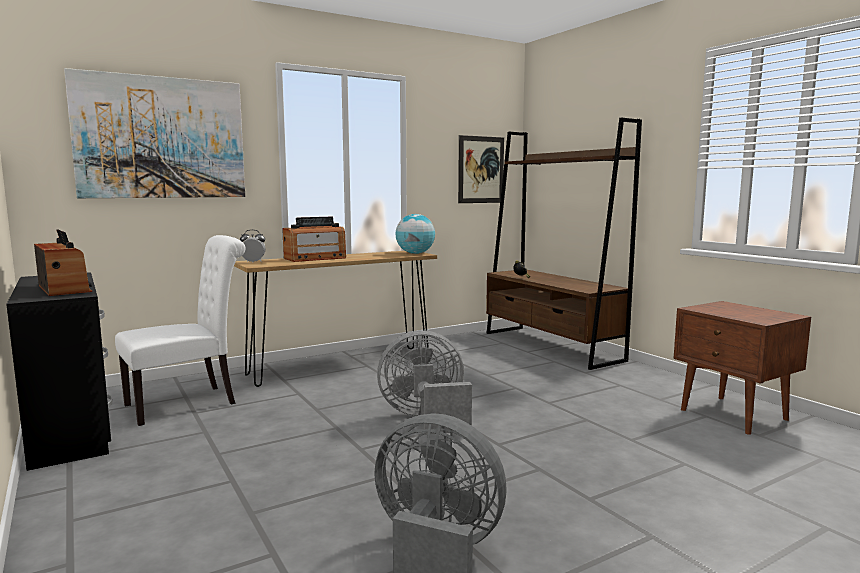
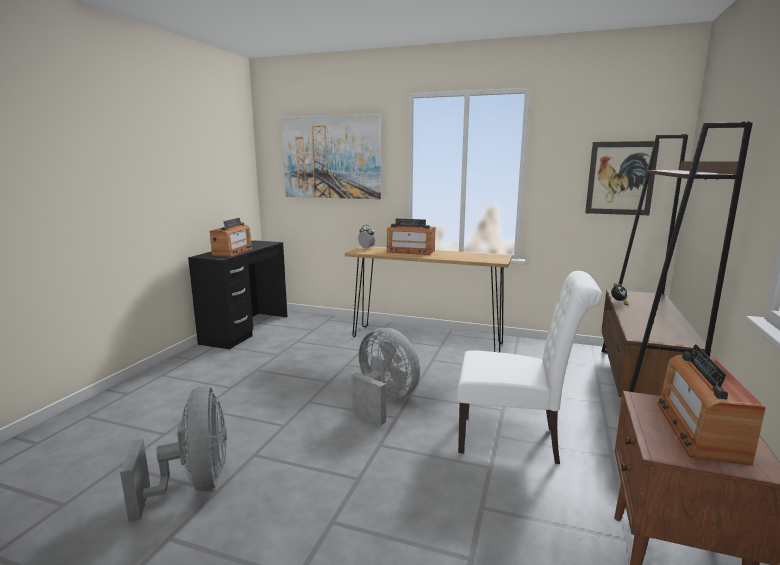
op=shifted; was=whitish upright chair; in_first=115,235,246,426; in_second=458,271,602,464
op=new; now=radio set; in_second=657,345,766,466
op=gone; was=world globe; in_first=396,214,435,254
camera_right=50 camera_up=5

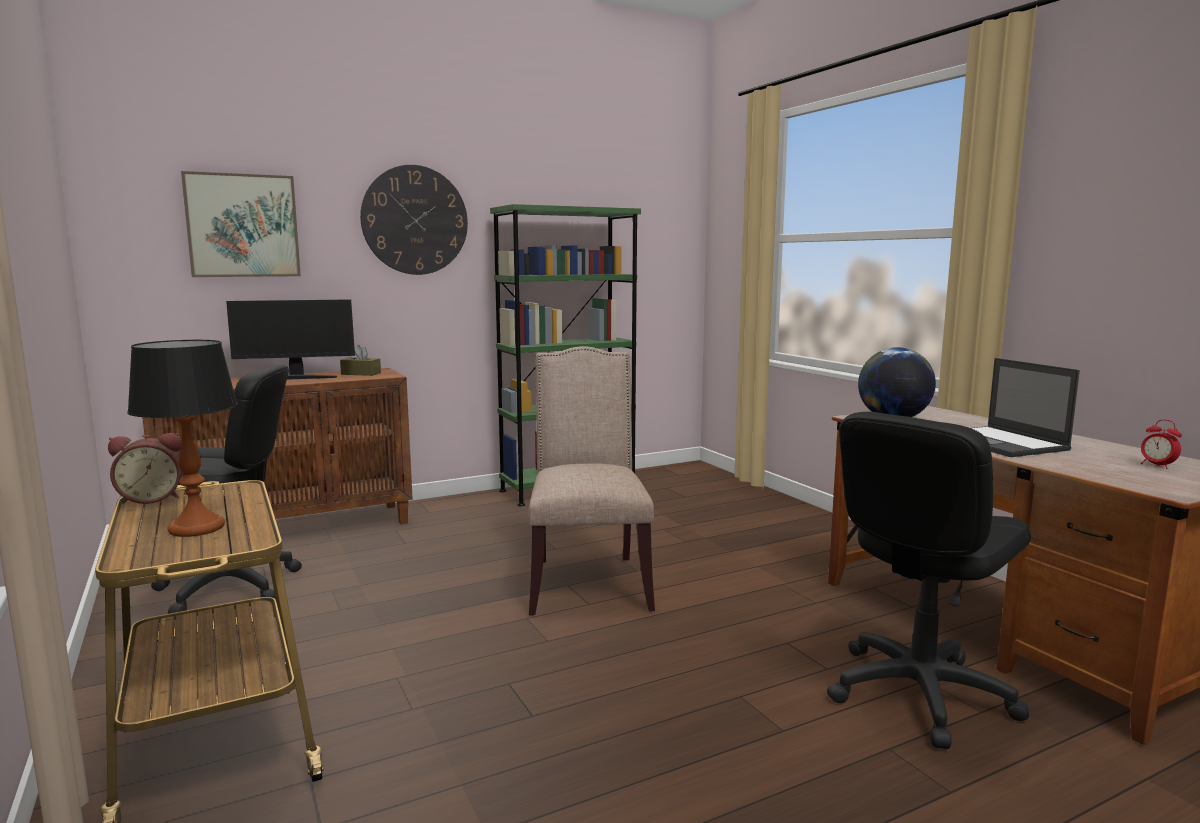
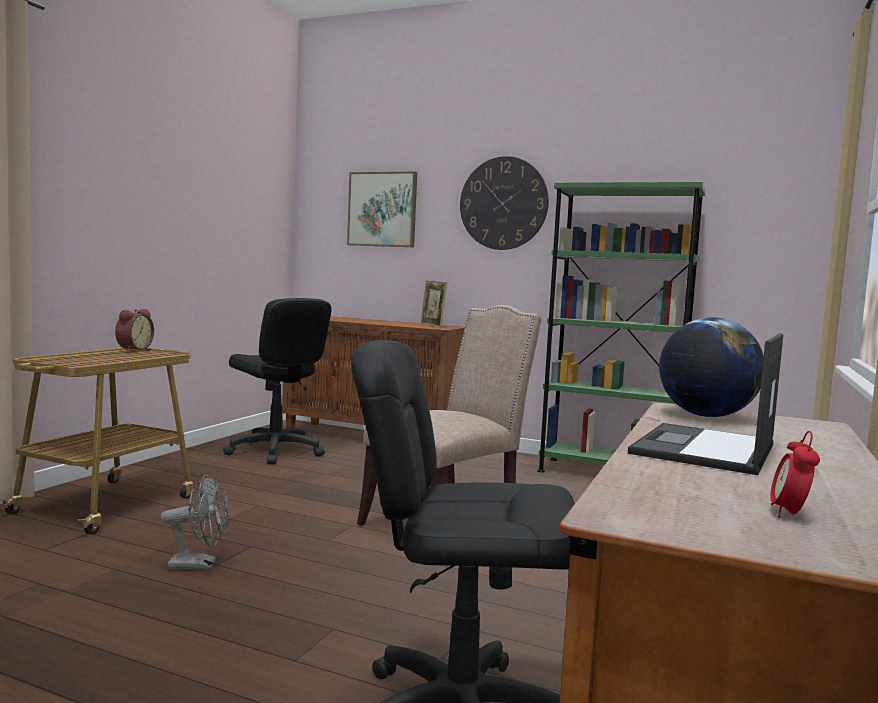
op=rotated; was=table clock; in_first=108,433,184,504; in_second=115,309,154,351; clockwise=-105
op=new; now=grey cooling fan; in_second=160,475,229,570
op=swapped; was=brown-coloured box of tissues; now=standing frame; in_first=340,345,381,376; in_second=420,280,448,328
op=gone; was=table lamp; in_first=127,340,238,537
op=gone; was=monitor; in_first=226,299,355,380
camera_right=50 camera_up=-5

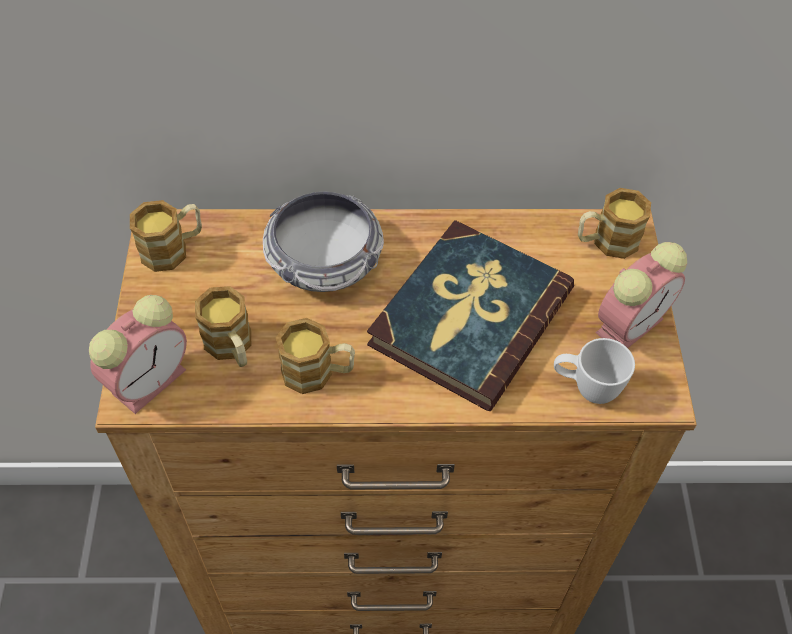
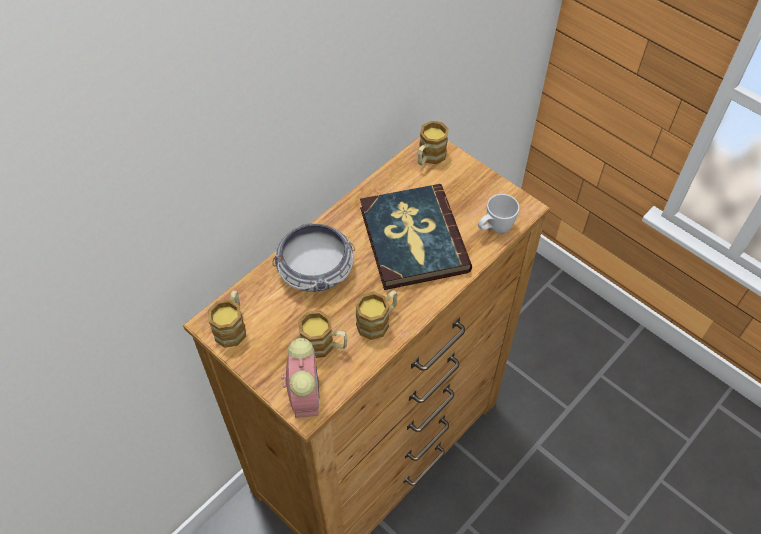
op=gone; was=table clock; in_first=596,242,687,348
camera_right=-45 camera_up=0

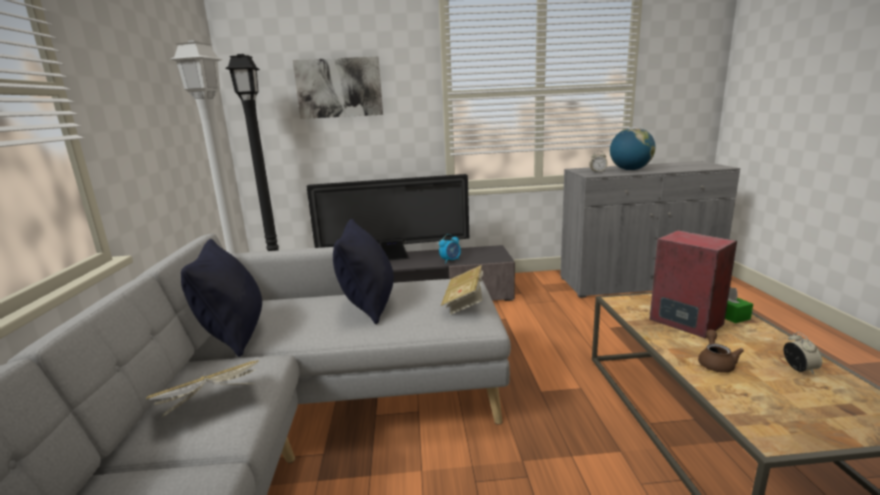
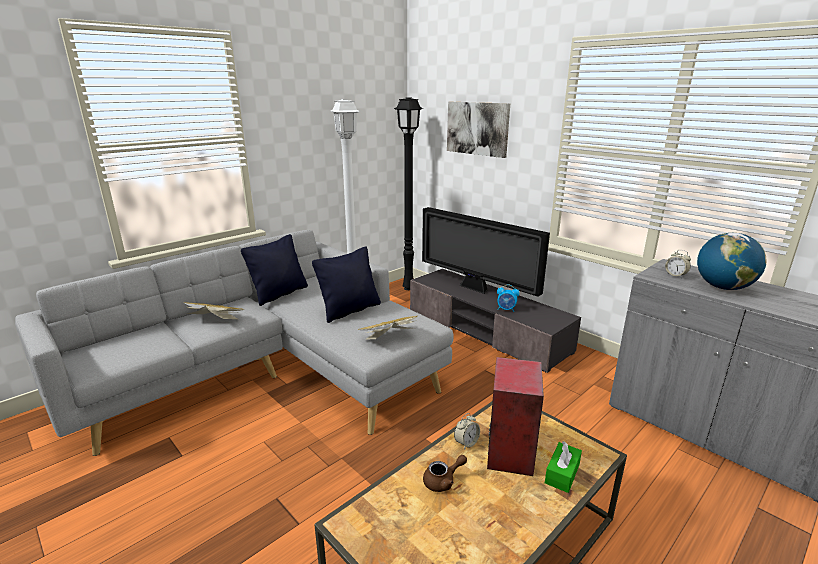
op=shifted; was=table clock; in_first=784,332,822,374; in_second=454,413,480,450
camera_right=50 camera_up=5

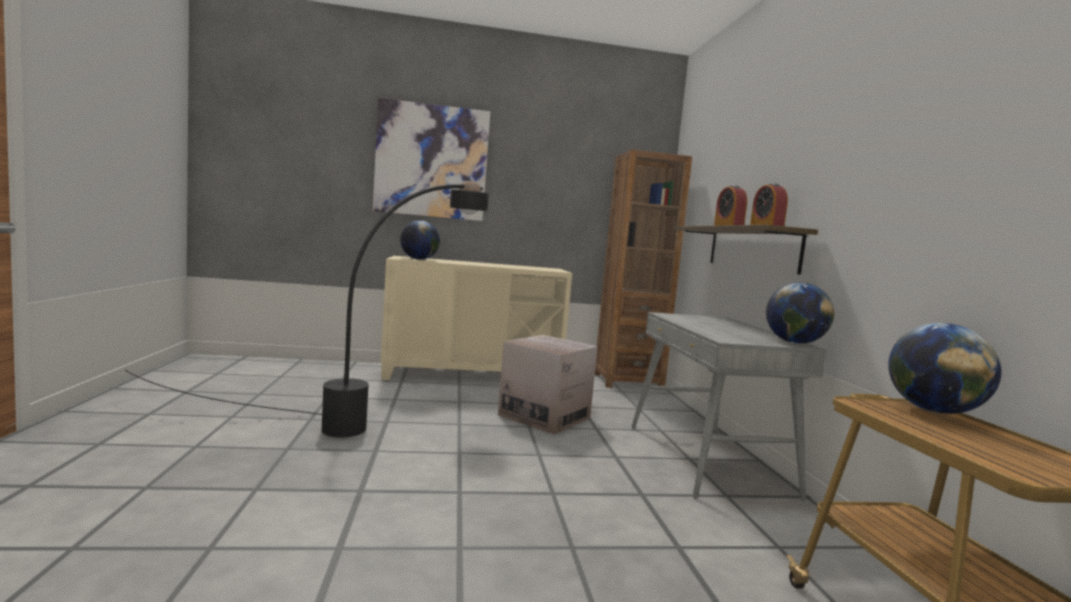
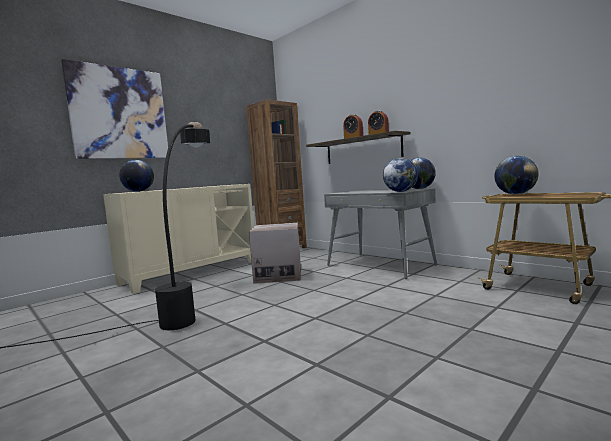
op=new; now=world globe; in_second=383,158,418,192
camera_right=-35 camera_up=0

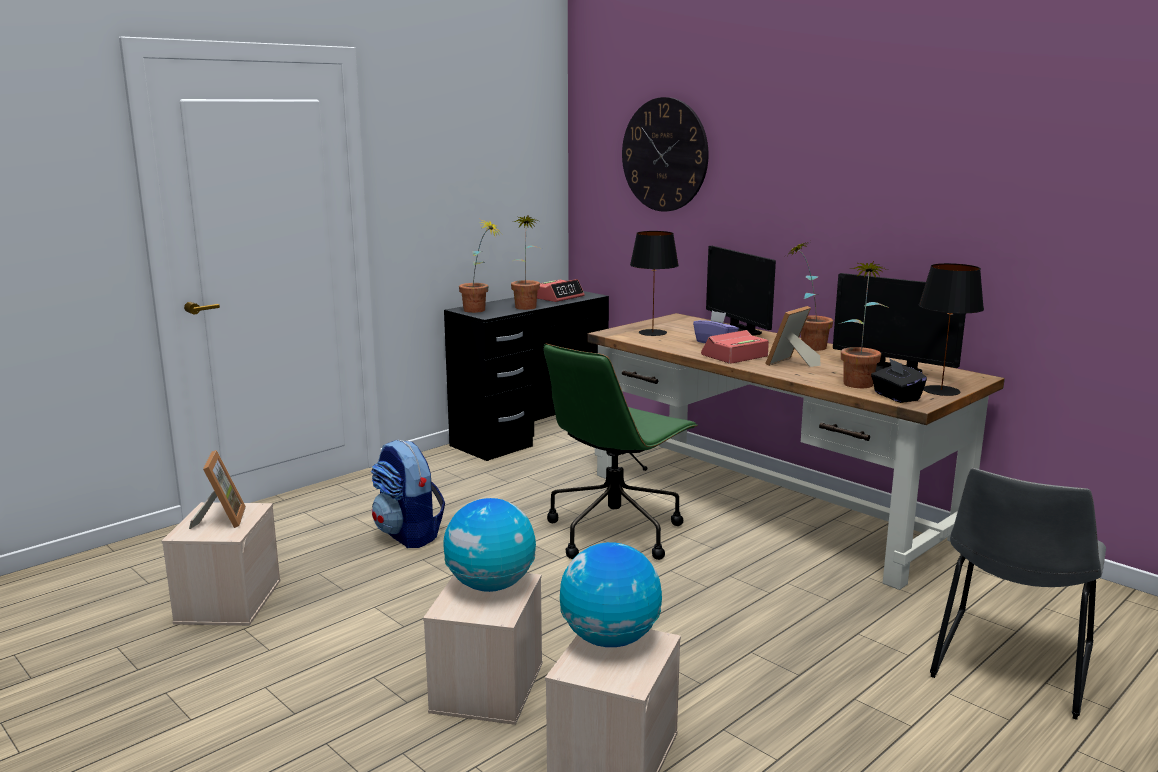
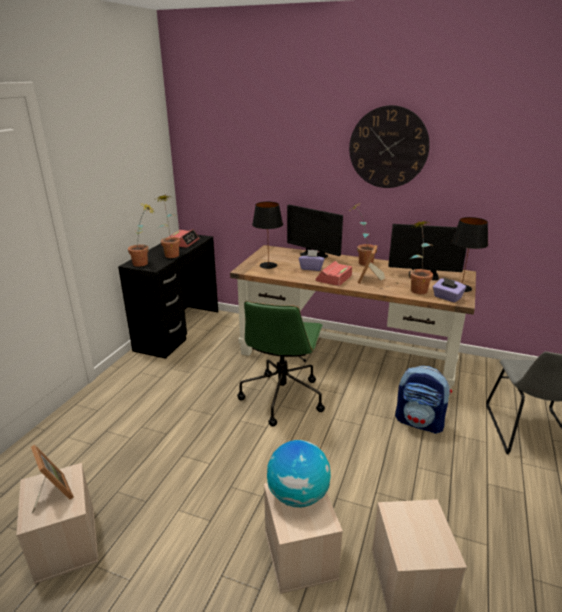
op=shifted; was=wall clock; in_first=622,97,709,212; in_second=349,105,430,188
op=shifted; was=backpack; in_first=371,439,445,548; in_second=395,366,452,434
op=repainted; was=black-coloured box of tissues; now=purplish box of tissues; in_first=871,358,927,403; in_second=433,277,466,303
op=gone; was=world globe; in_first=560,542,662,647
camera_right=-25 camera_up=10

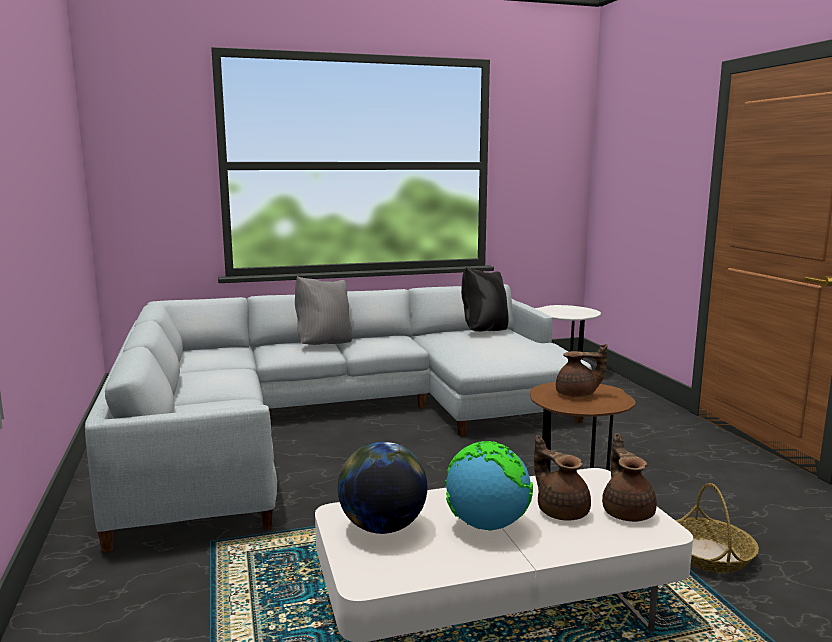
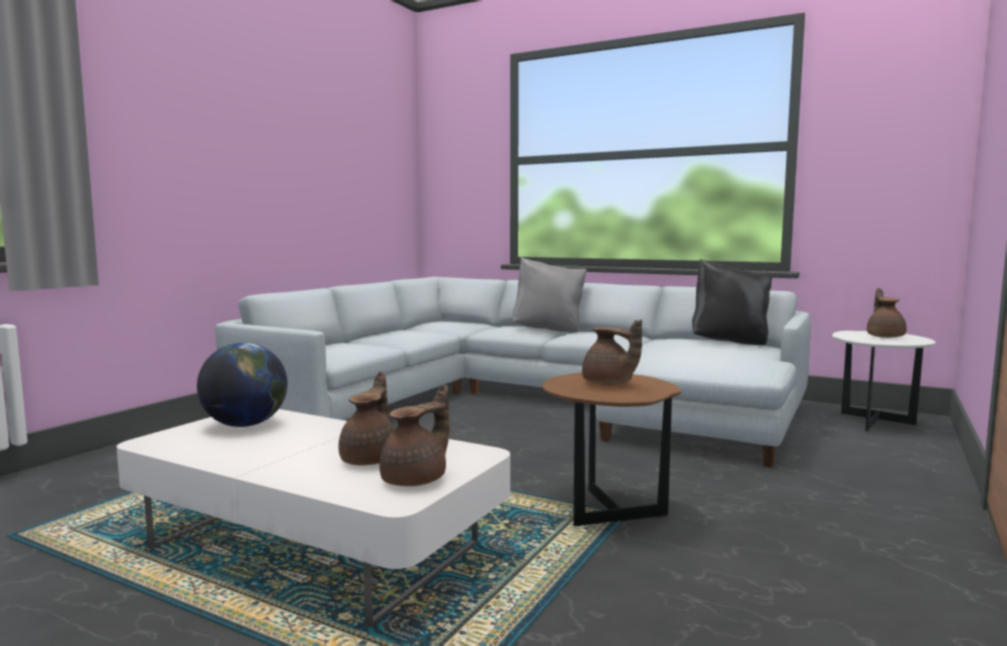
op=new; now=brown-coloured pot for tea; in_second=867,288,907,338
op=gone; was=world globe; in_first=445,441,533,531
op=gone; was=basket; in_first=675,483,759,573
camera_right=45 camera_up=-5

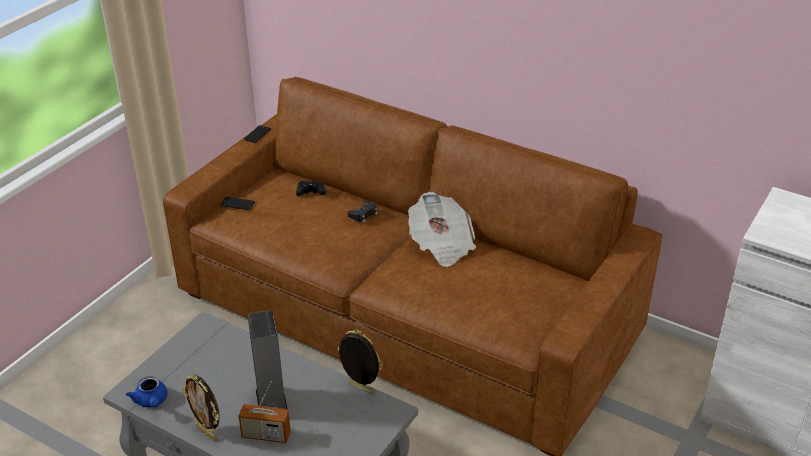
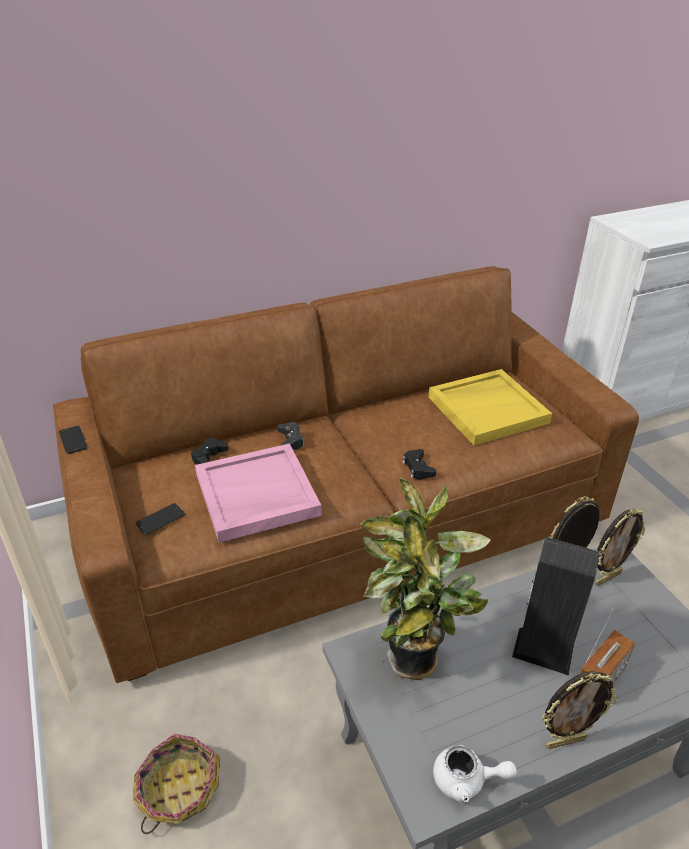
op=new; now=basket; in_second=133,734,220,834
op=new; now=pink-coloured tray; in_second=195,443,322,543
op=new; now=houseplant; in_second=360,476,491,680
op=new; now=black-coloured joypad; in_second=402,449,436,480
op=new; now=yellowish tray; in_second=429,369,552,446
op=repainted; was=bluish pot for tea; now=whitish pot for tea; in_first=126,376,167,408; in_second=433,745,517,803
op=new; now=standing frame; in_second=595,508,645,586
op=gone; was=newspaper; in_first=408,192,476,267
camera_right=-55 camera_up=0

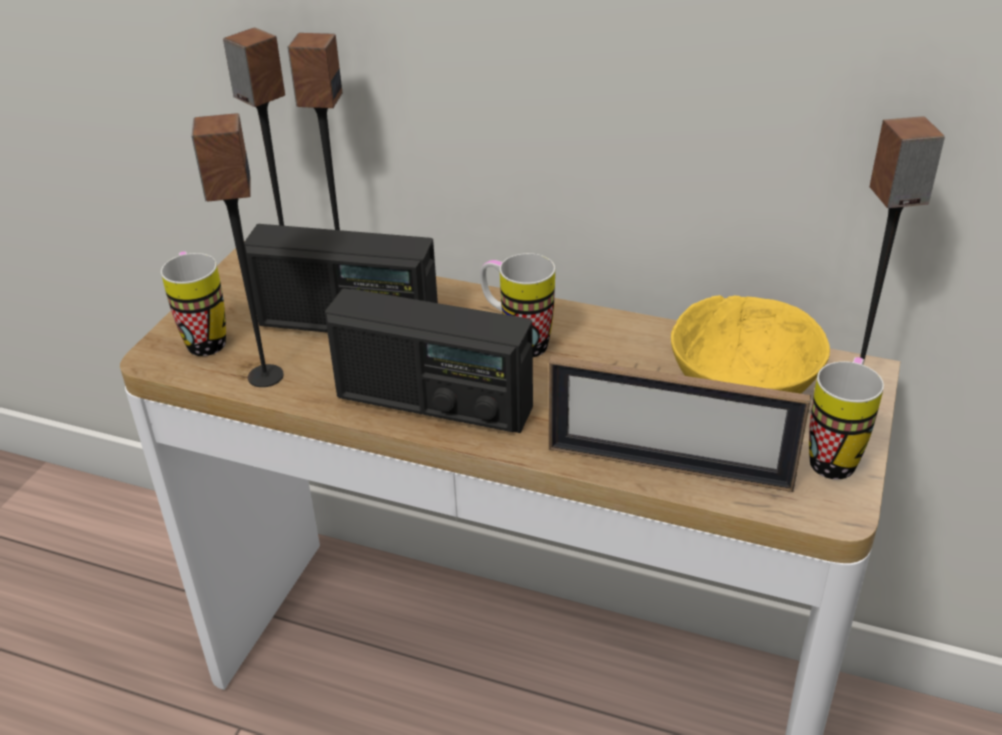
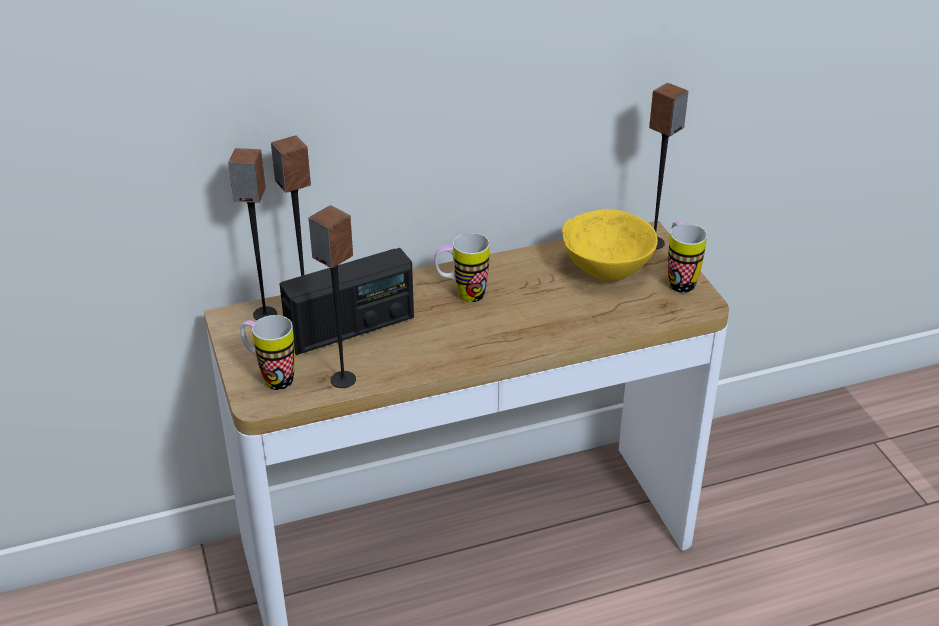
op=gone; was=radio set; in_first=325,288,533,433
op=gone; was=standing frame; in_first=549,355,811,492
camera_right=-40 camera_up=0

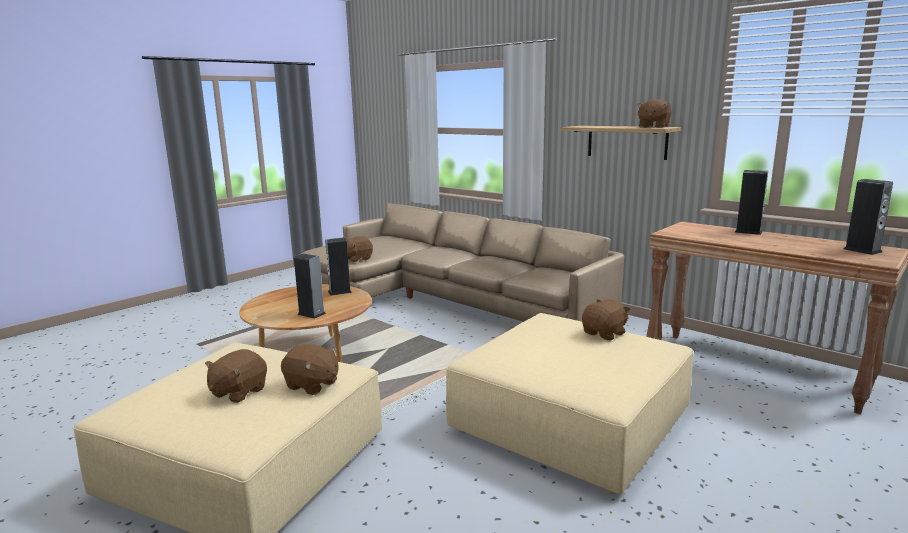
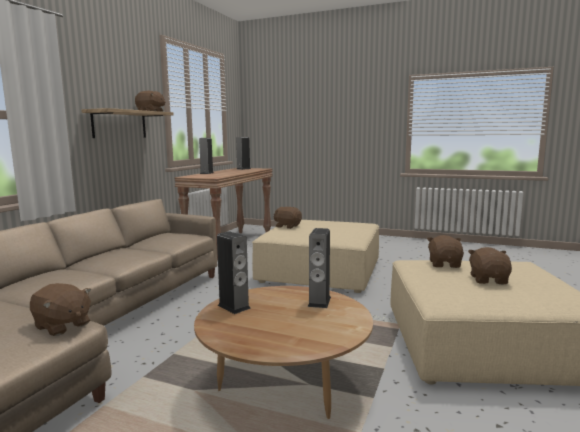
op=rotated; was=brown-coloured plush toy; in_first=205,349,267,403; in_second=468,247,512,284; clockwise=-90
camera_right=-110 camera_up=-5

